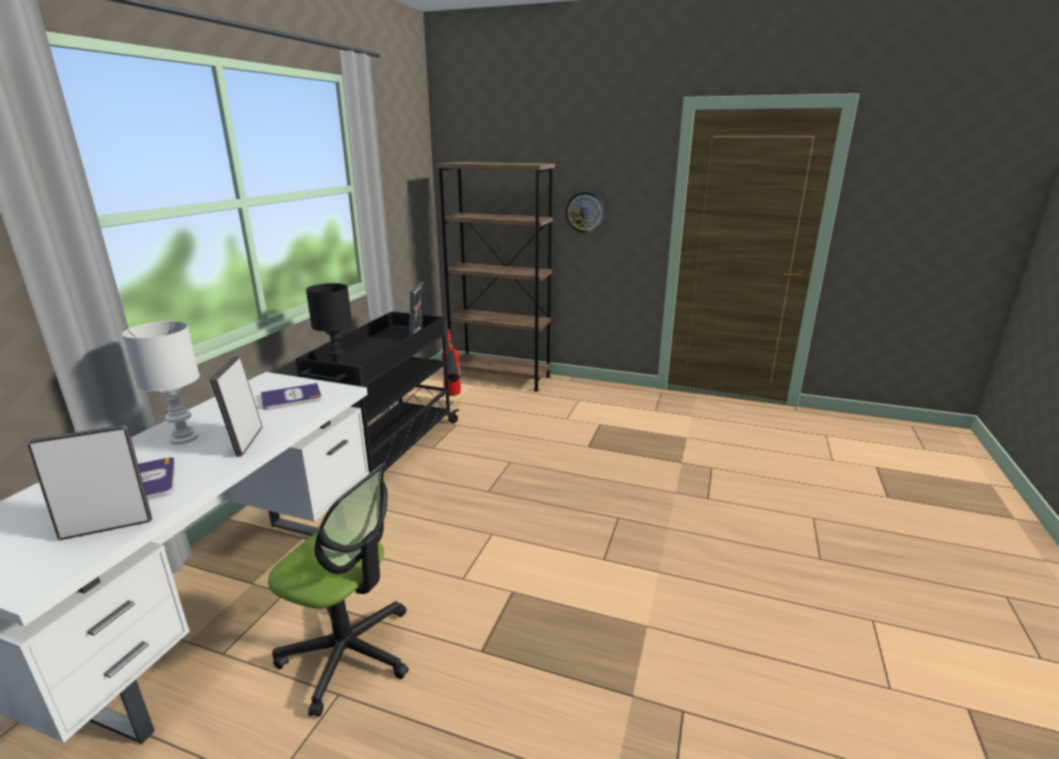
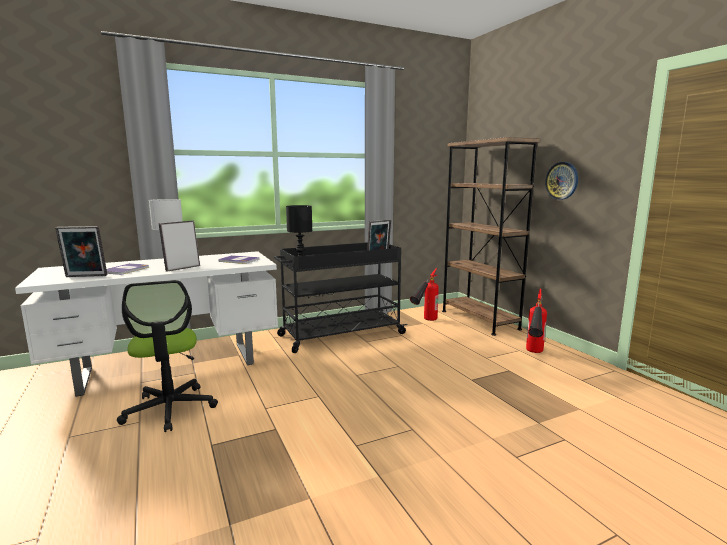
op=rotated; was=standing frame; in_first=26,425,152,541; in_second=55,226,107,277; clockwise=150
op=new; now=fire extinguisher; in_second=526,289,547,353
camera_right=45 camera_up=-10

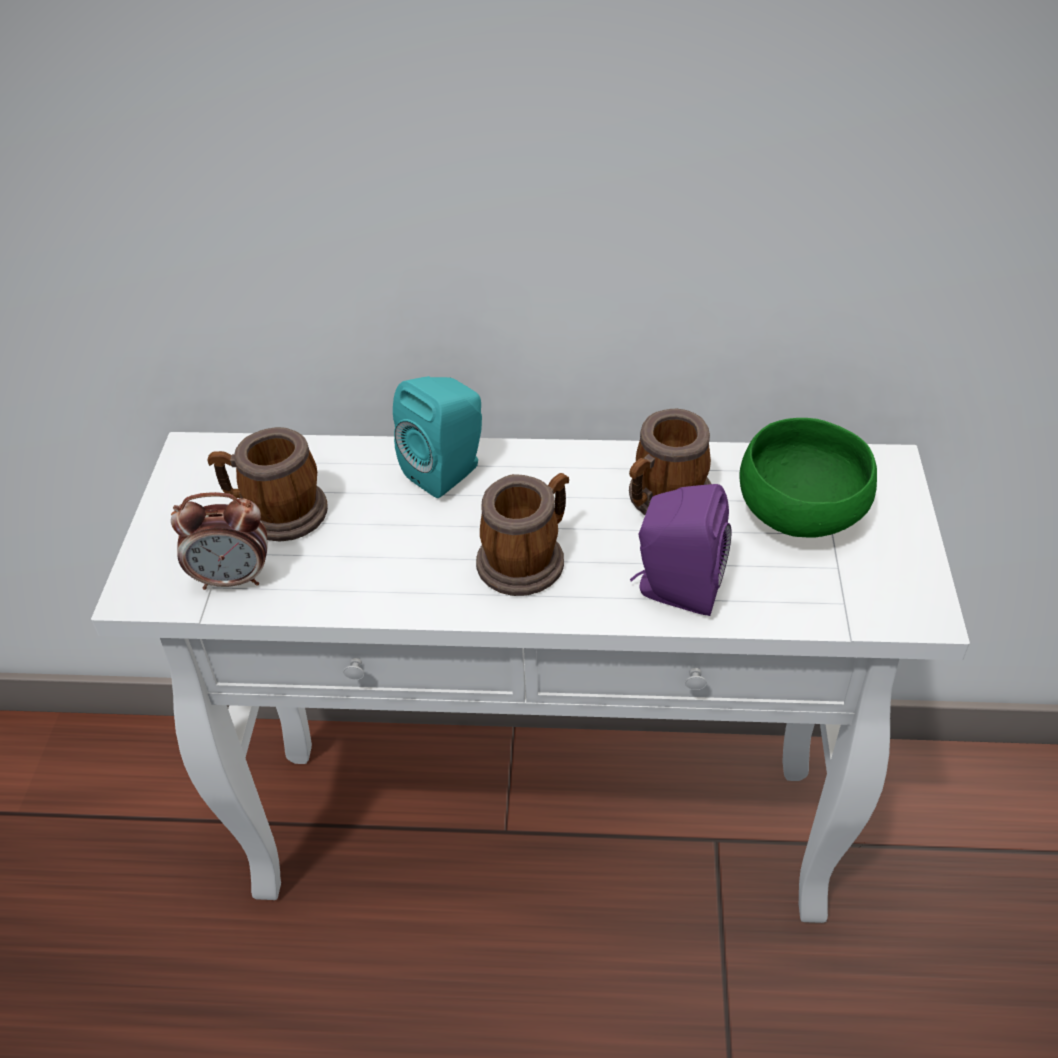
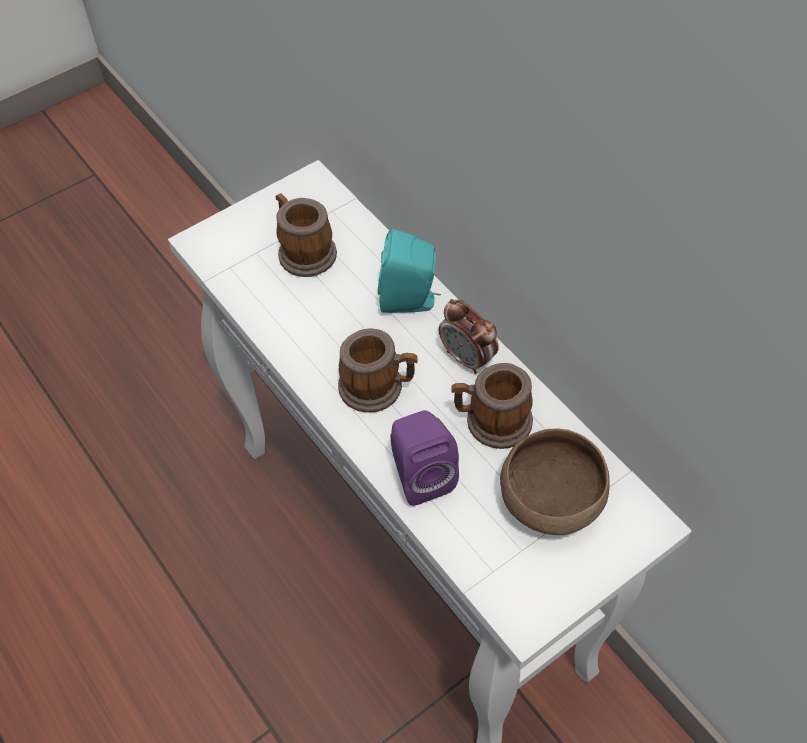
op=shifted; was=table clock; in_first=171,492,268,590; in_second=439,299,499,374
op=repainted; was=green deep dish; now=brown-coloured deep dish; in_first=740,418,877,538; in_second=500,429,610,535
camera_right=50 camera_up=10

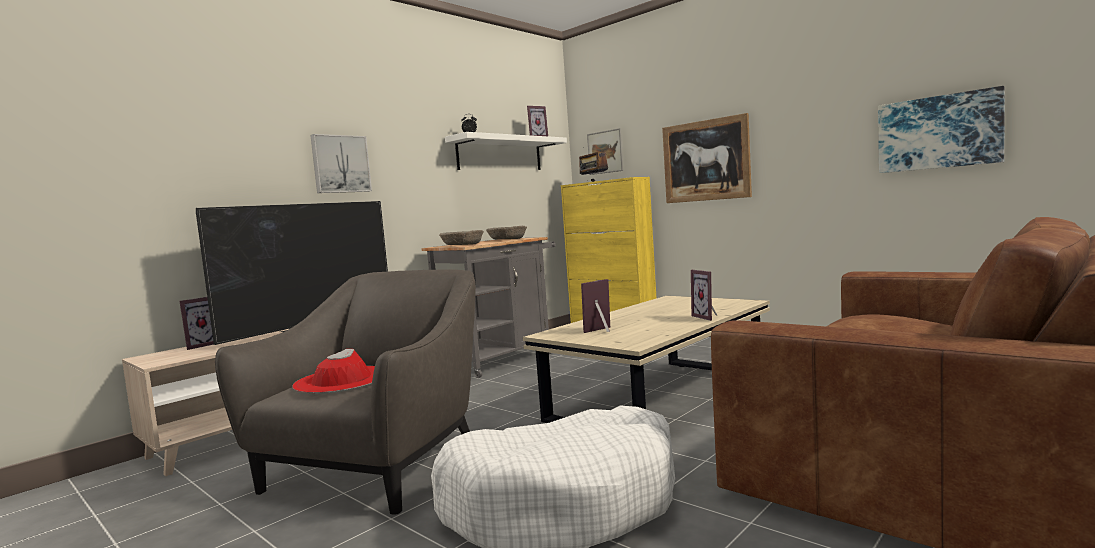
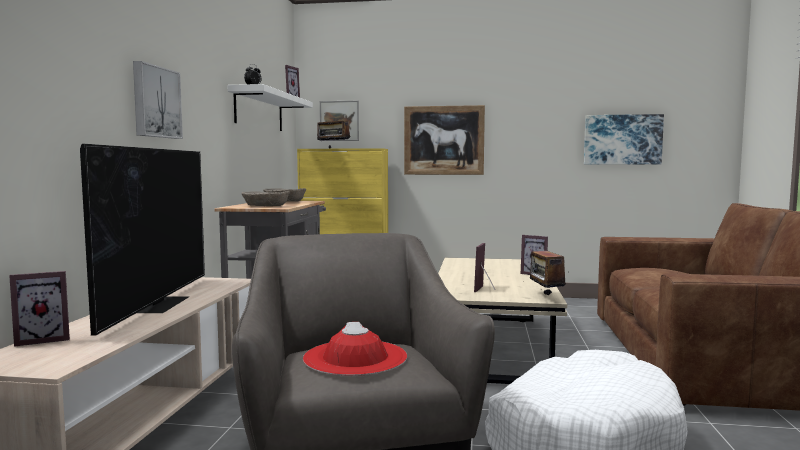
op=rotated; was=standing frame; in_first=179,297,214,350; in_second=9,271,70,347; clockwise=60
op=new; now=radio set; in_second=530,239,566,295
camera_right=-35 camera_up=0

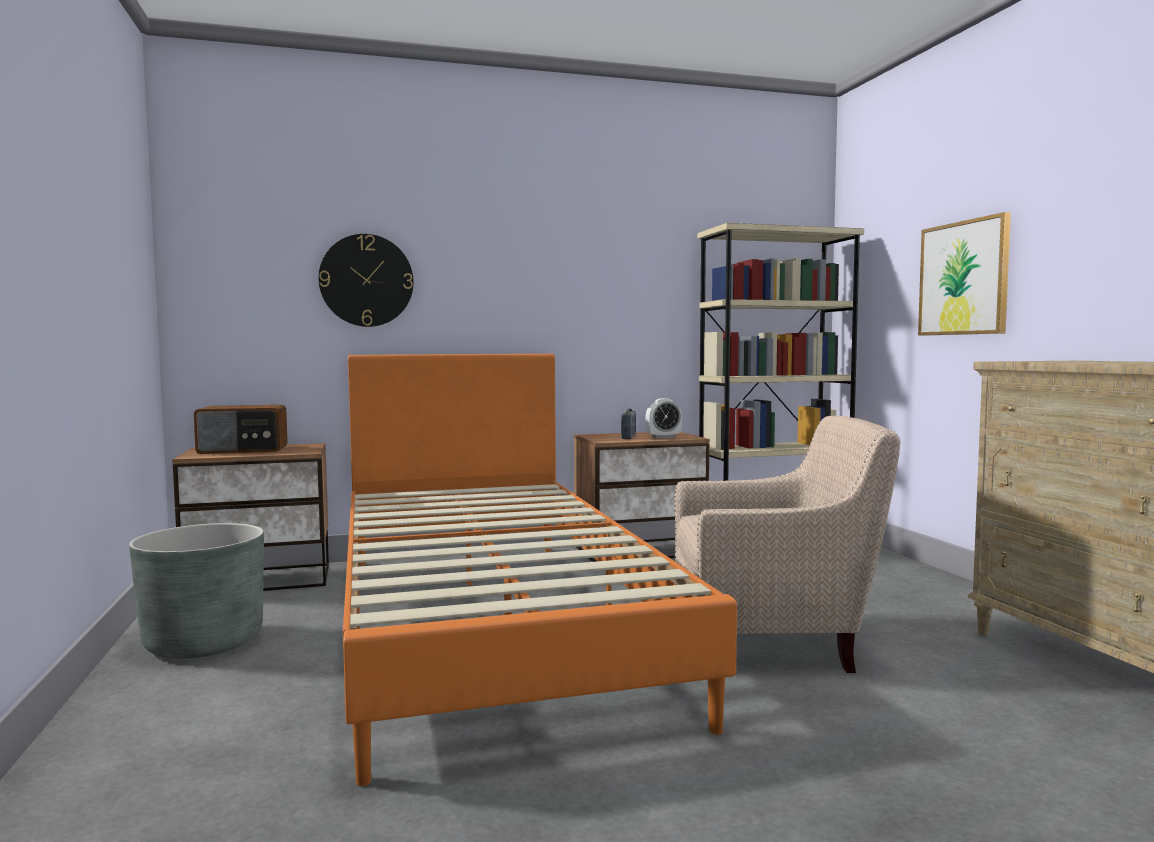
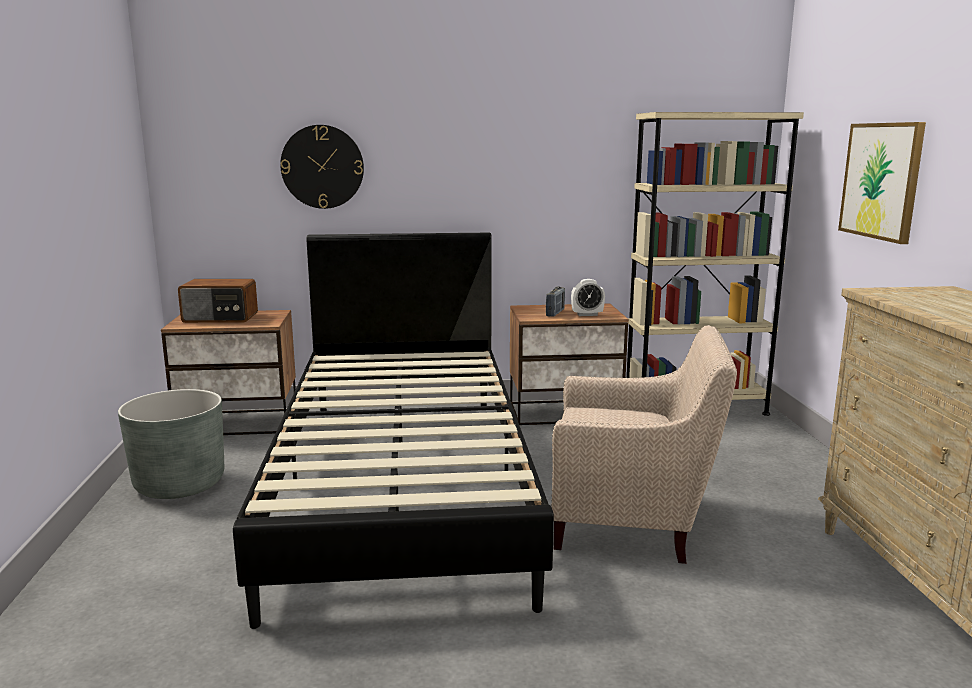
op=repainted; was=orange sleeping bed; now=black-coloured sleeping bed; in_first=343,354,737,787; in_second=233,233,554,629
camera_right=10 camera_up=10

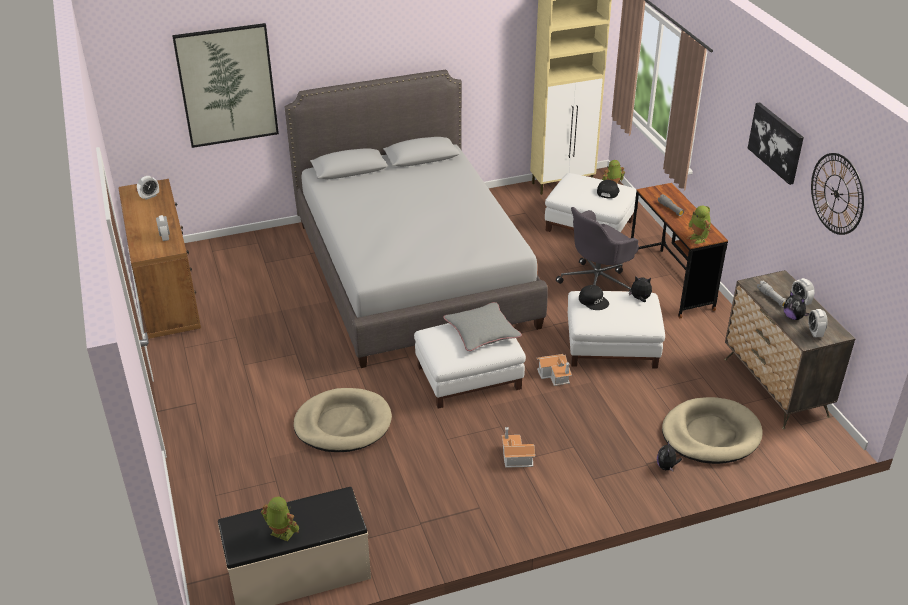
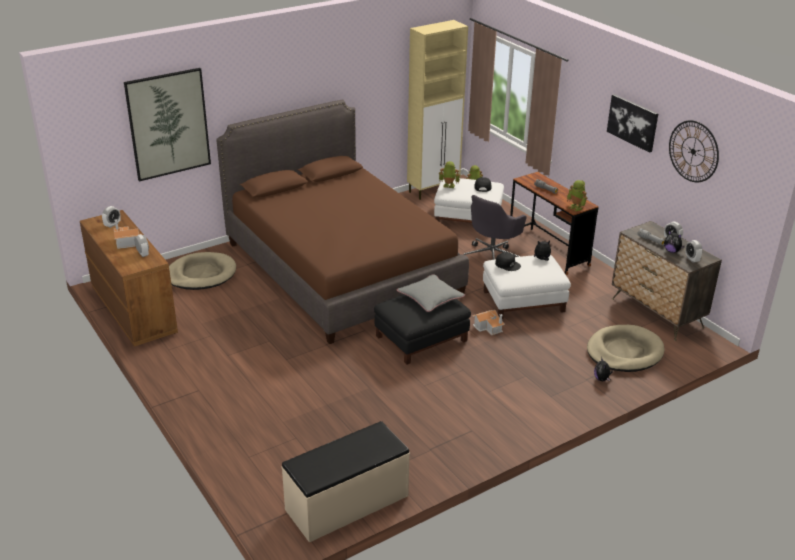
op=shifted; was=toy house; in_first=502,427,535,468; in_second=114,219,139,249
op=shifted; was=sand-coloured pet bed; in_first=294,388,392,452; in_second=169,252,236,290
op=repainted; was=grey sleeping bed; now=brown-coloured sleeping bed; in_first=285,70,548,368; in_second=216,99,469,344
op=repainted; was=whitish ottoman; now=black-coloured ottoman; in_first=414,323,526,409; in_second=374,294,471,365
op=shifted; was=model robot; in_first=261,497,299,541; in_second=439,161,460,188
camera_right=-15 camera_up=-5

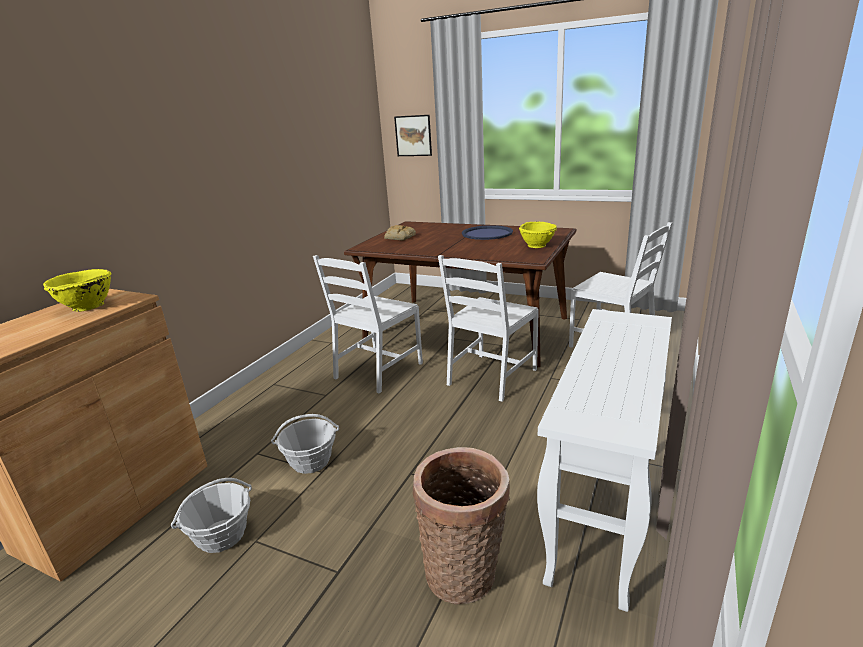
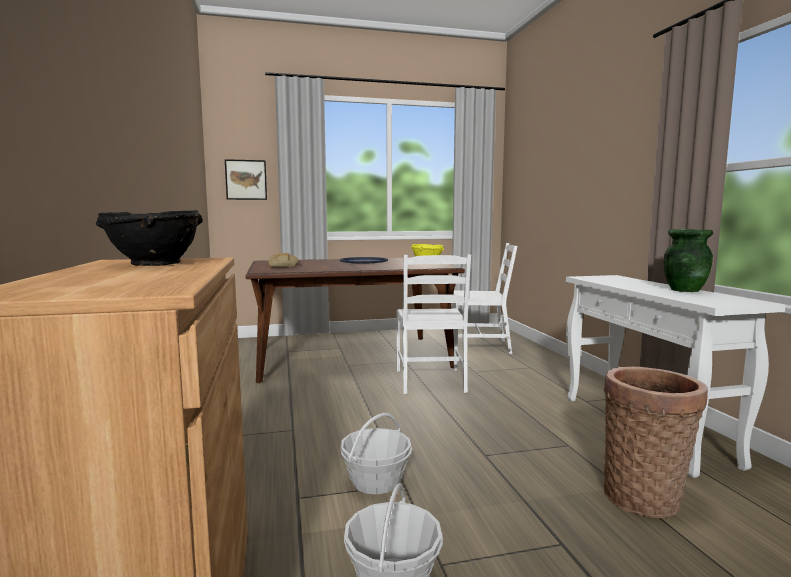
op=repainted; was=yellowish deep dish; now=black-coloured deep dish; in_first=43,269,111,312; in_second=95,210,203,266
op=new; now=green decorative vase; in_second=664,229,713,292
op=gone; was=whitish upright chair; in_first=313,255,423,393
camera_right=-40 camera_up=-15

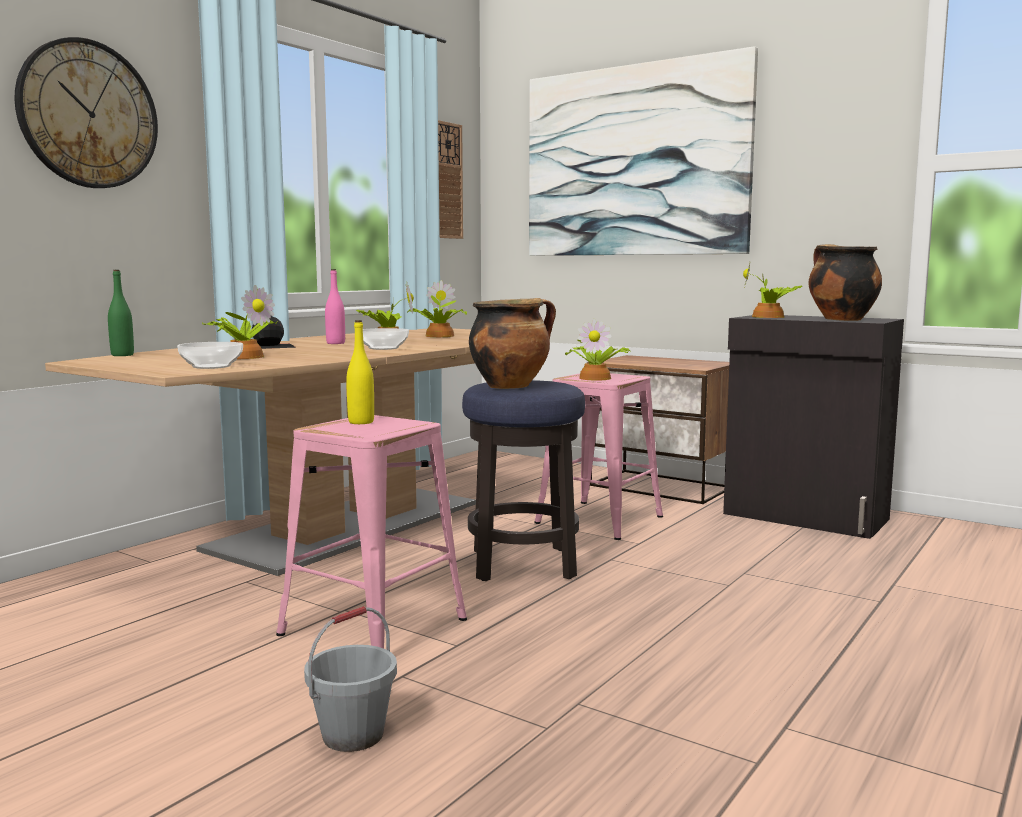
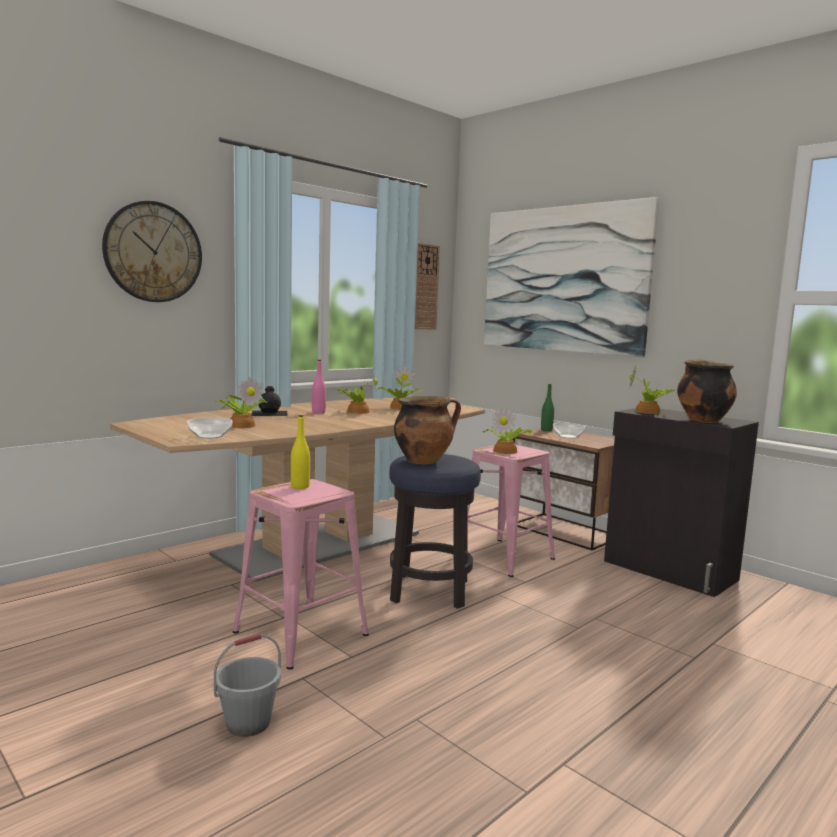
op=shifted; was=green drink bottle; in_first=108,270,134,356; in_second=541,384,554,431
op=shifted; was=deep dish; in_first=363,328,409,350; in_second=553,423,585,438
camera_right=10 camera_up=0

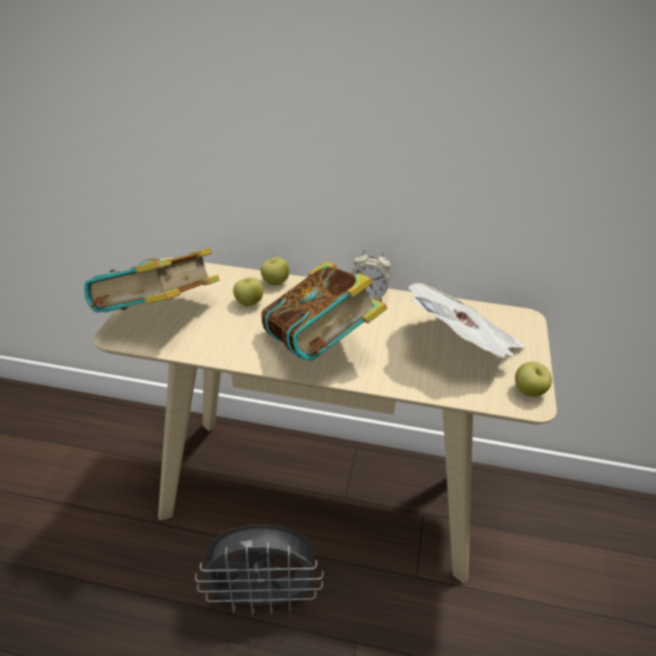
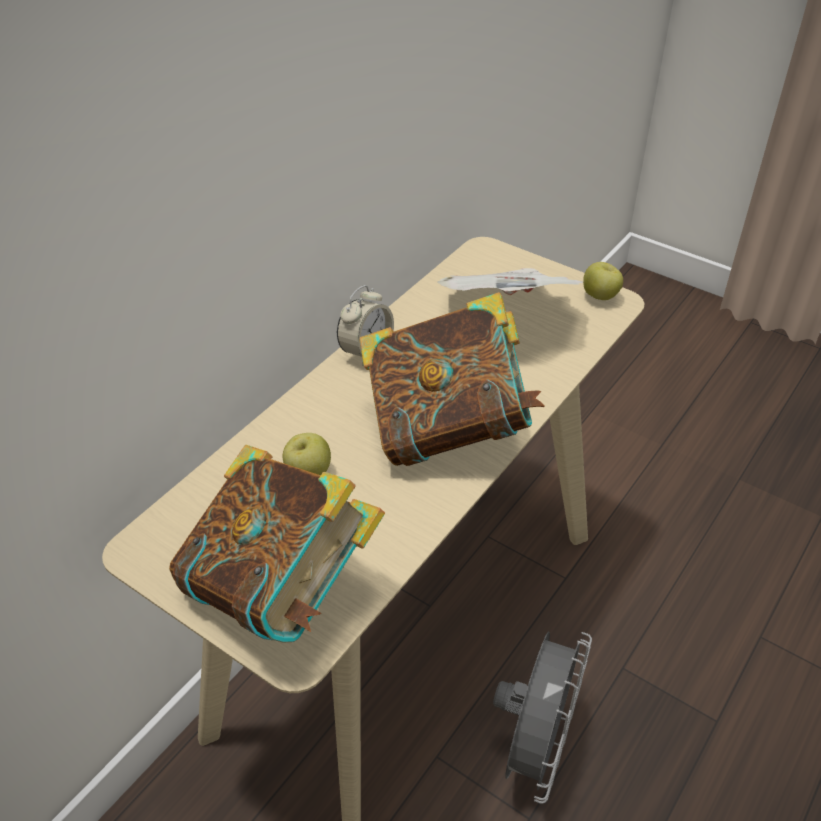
op=gone; was=apple; in_first=261,257,289,285
camera_right=-65 camera_up=5

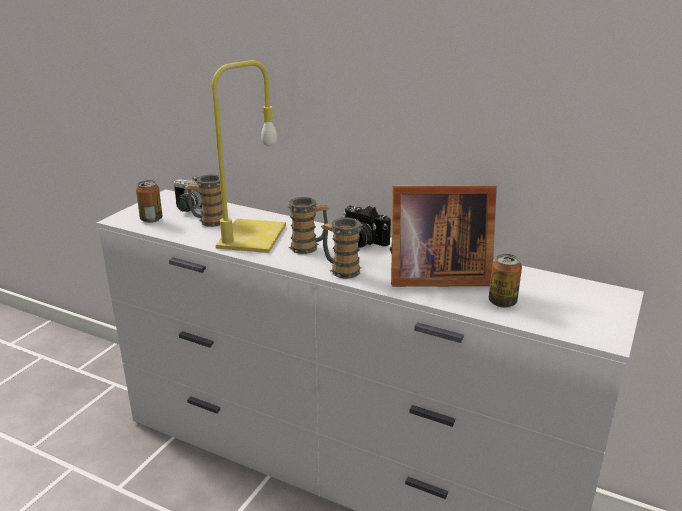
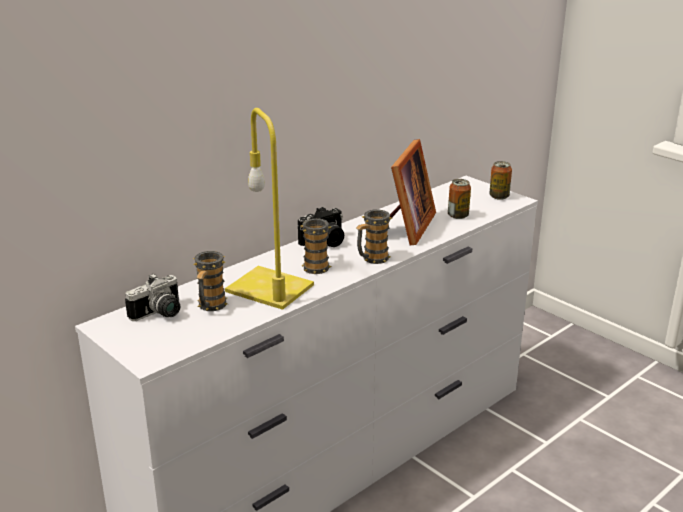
op=shifted; was=sealed can; in_first=136,180,163,223; in_second=489,161,512,200
camera_right=-70 camera_up=0

